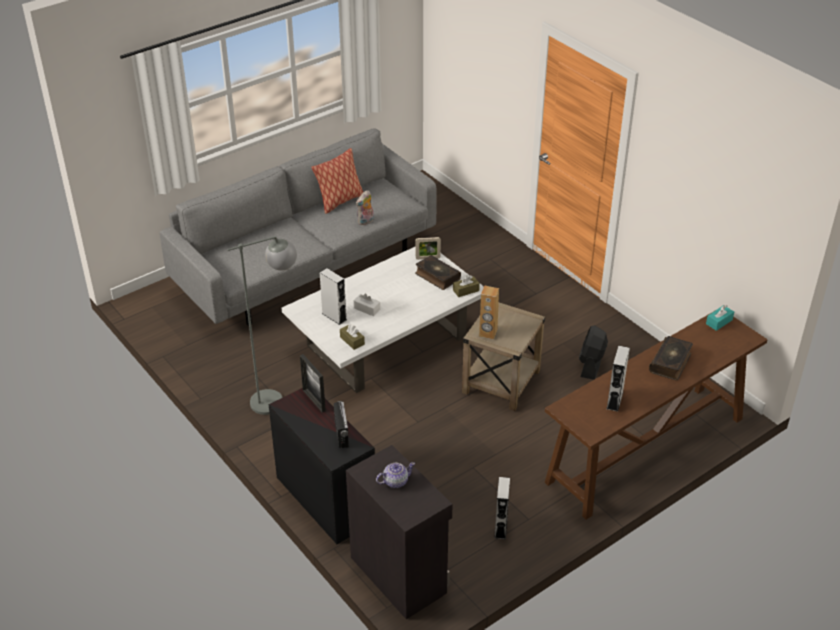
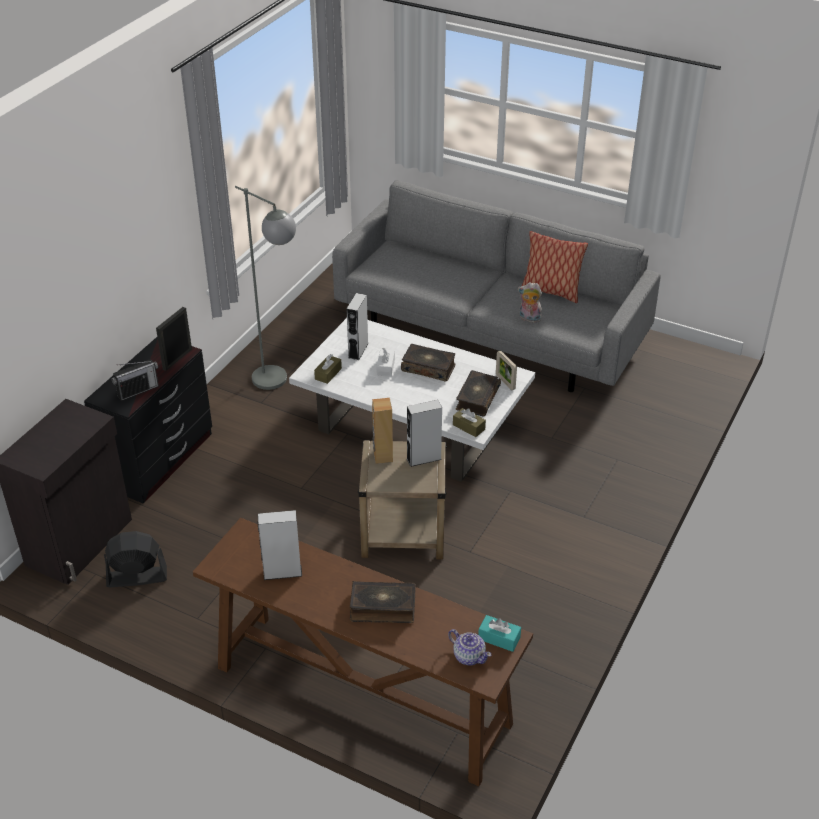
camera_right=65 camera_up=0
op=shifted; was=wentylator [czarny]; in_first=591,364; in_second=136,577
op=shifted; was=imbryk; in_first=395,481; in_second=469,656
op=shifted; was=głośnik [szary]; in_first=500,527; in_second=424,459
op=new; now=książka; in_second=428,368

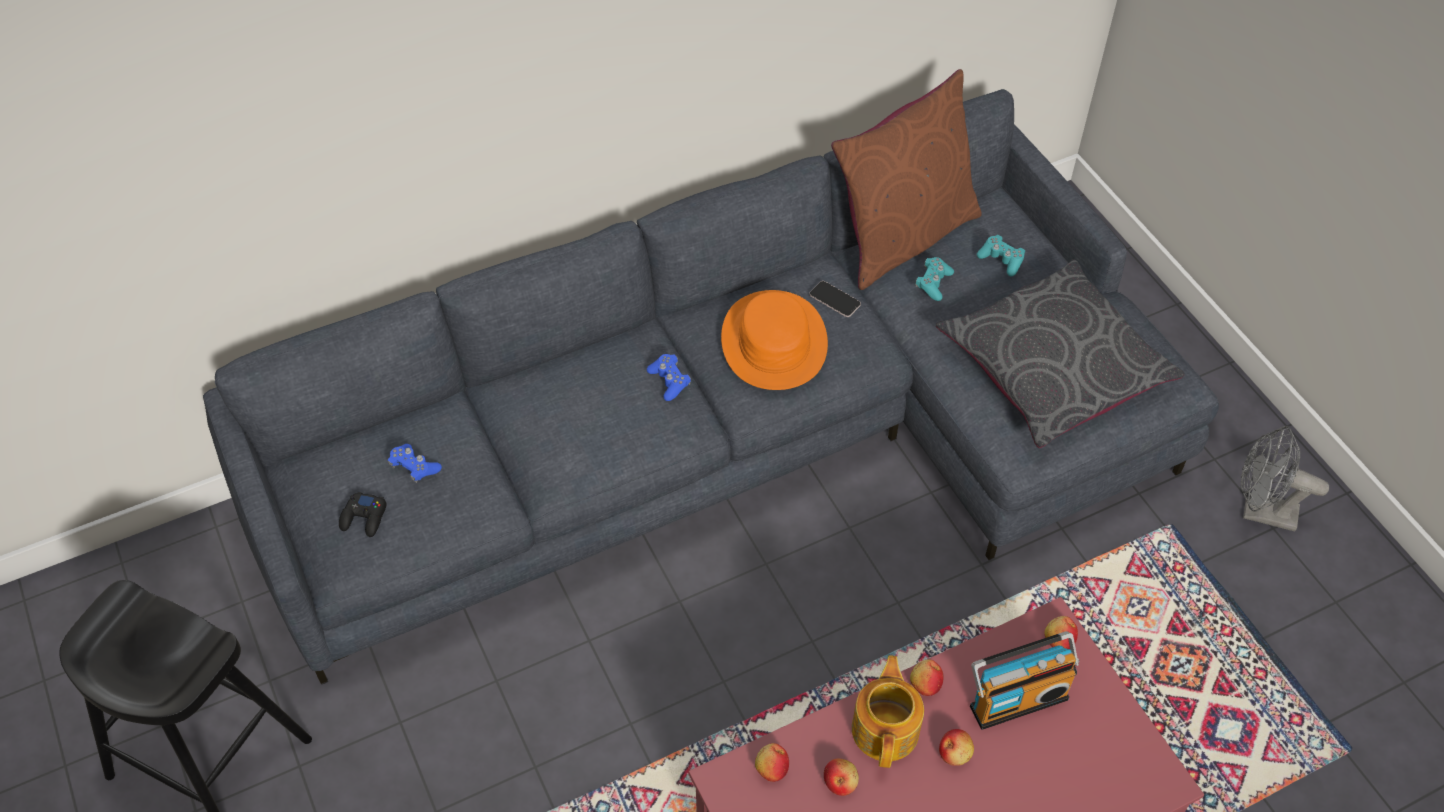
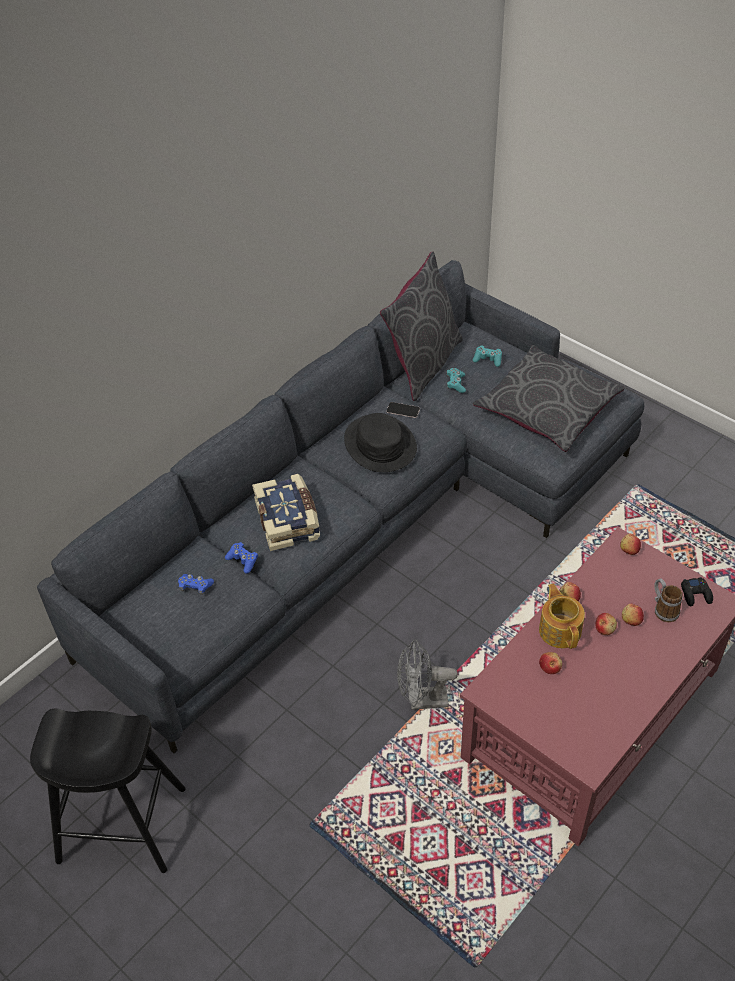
camera_right=-20 camera_up=-5
op=repainted; was=poduszka [brązowy]; now=poduszka [szary]; in_first=902,236; in_second=423,364
op=repainted; was=kapelusz [pomarańczowy]; now=kapelusz [czarny]; in_first=773,342; in_second=380,444
op=shifted; was=pad do gier [niebieski]; in_first=669,381; in_second=243,560
op=shifted; was=wentylator [szary]; in_first=1260,512; in_second=422,700
op=shifted; was=pad do gier [czarny]; in_first=364,518; in_second=696,594
op=gone; was=radio; in_first=1016,698
op=shifted; was=jabłko; in_first=771,768; in_second=631,620
op=new; now=książka; in_second=288,520
op=new; now=kubek; in_second=663,609

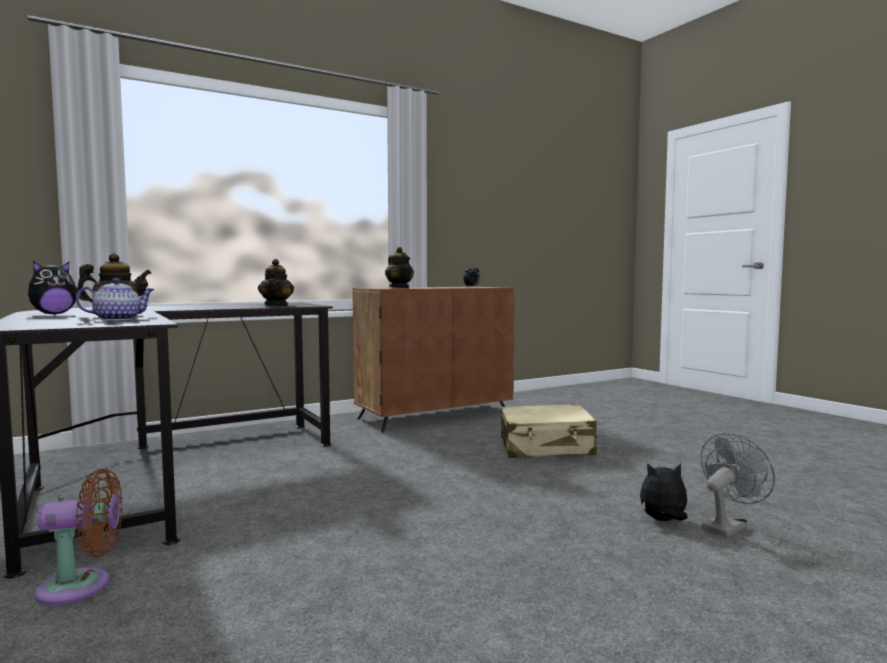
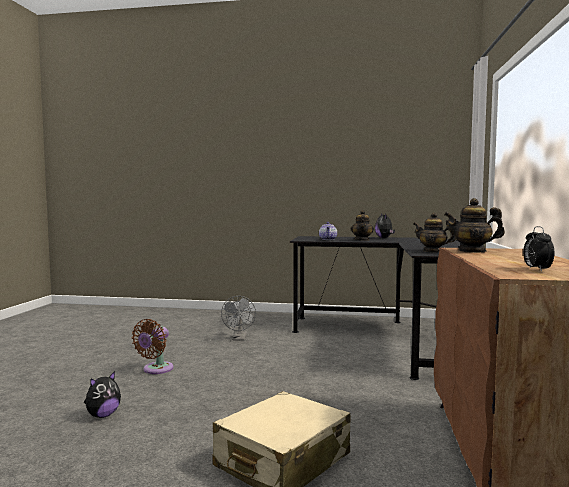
camera_right=130 camera_up=0
op=shifted; was=wentylator [szary]; in_first=727,526; in_second=239,338
op=shifted; was=wentylator [brązowy]; in_first=82,586; in_second=156,369

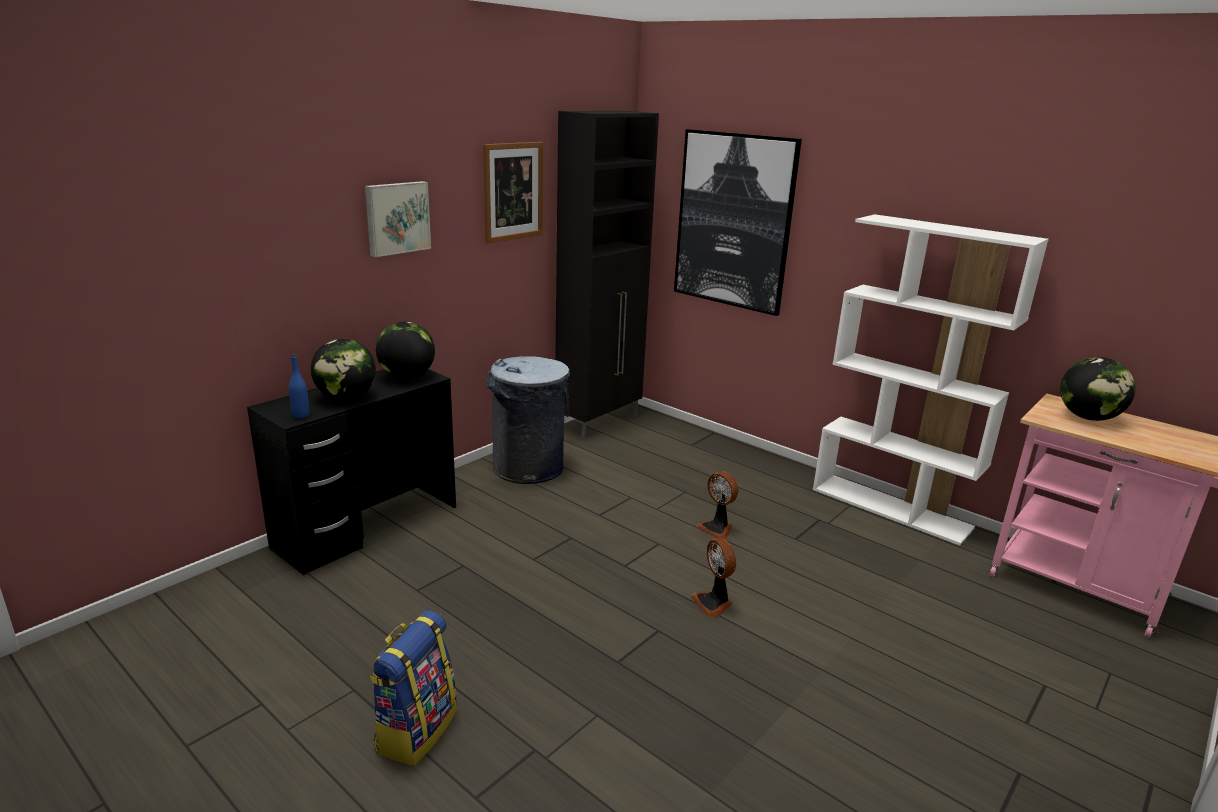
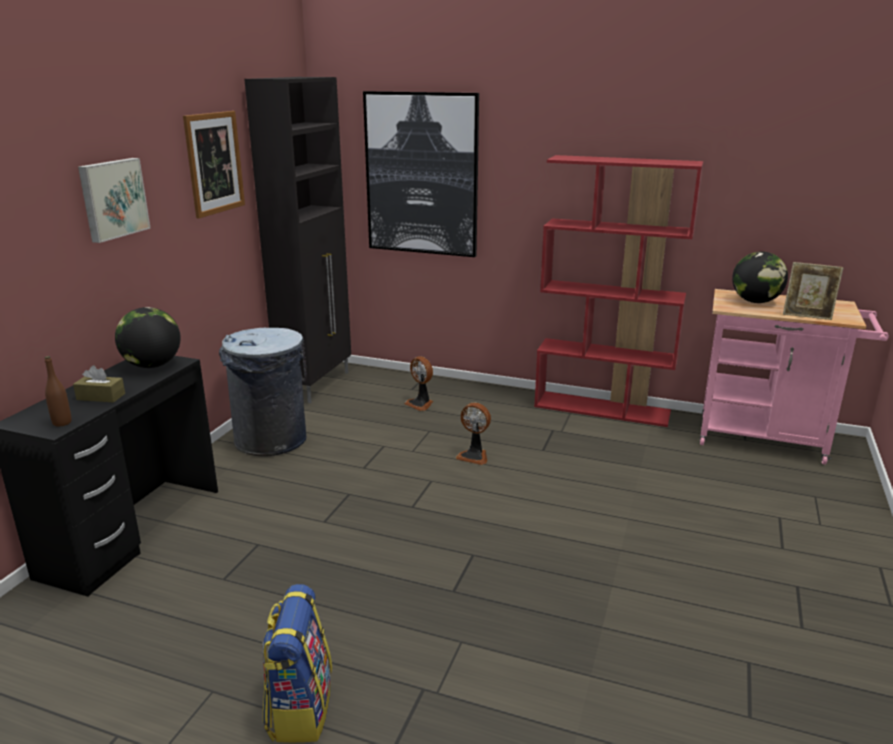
camera_right=-20 camera_up=0
op=repainted; was=regał [biały]; now=regał [czerwony]; in_first=891,508; in_second=602,409
op=swapped; was=globus; now=pudełko chusteczek [brązowy]; in_first=346,397; in_second=101,397
op=repainted; was=butelka [niebieski]; now=butelka [brązowy]; in_first=301,415; in_second=62,423
op=shifted; was=wentylator; in_first=714,603; in_second=420,404
op=new; now=ramka na zdjęcie; in_second=807,316

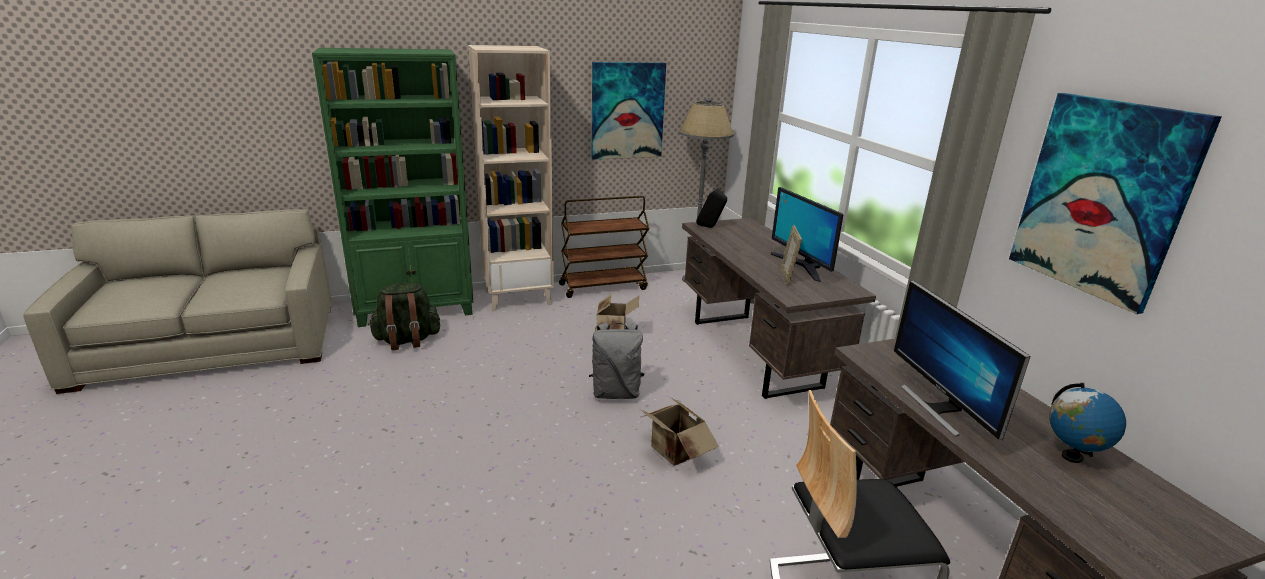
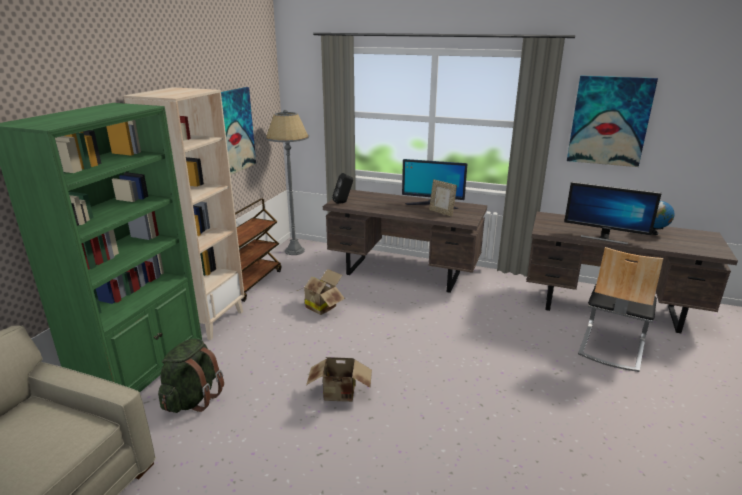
camera_right=-50 camera_up=0
op=gone; was=plecak [szary]; in_first=616,393
op=shifted; was=karton; in_first=674,453; in_second=340,395

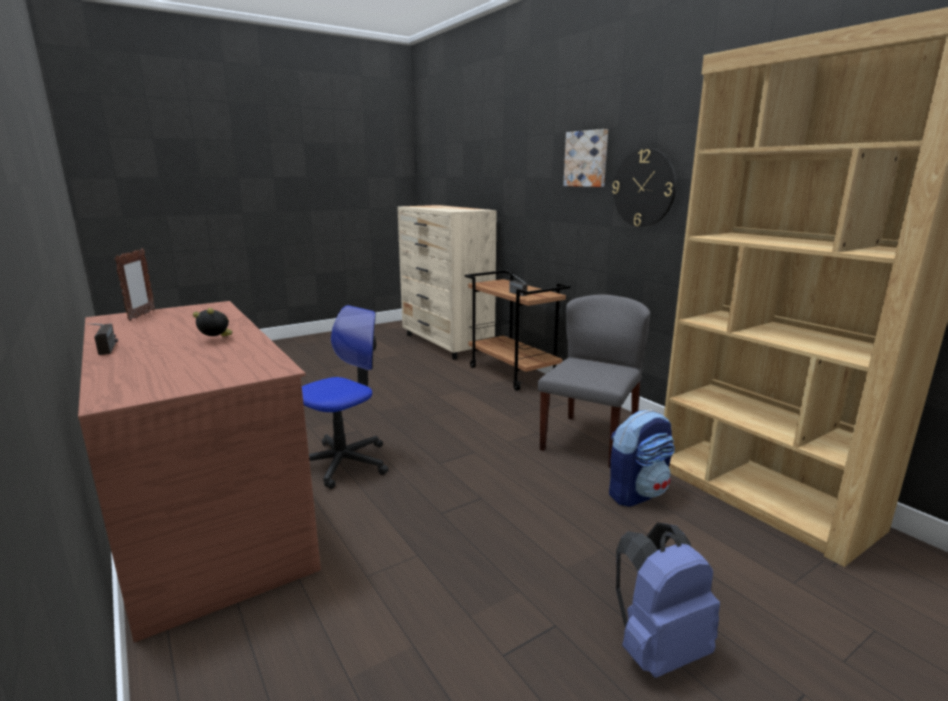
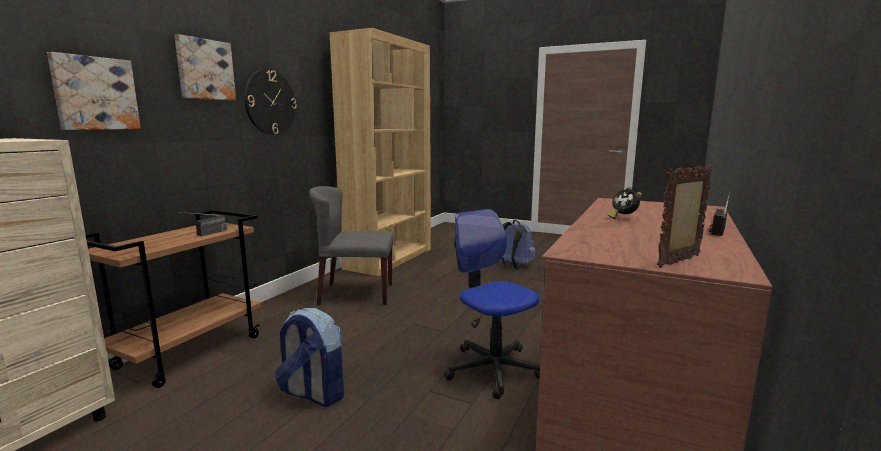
camera_right=-120 camera_up=-5
op=rotated; was=krzesło biurowe; in_first=343,463; in_second=493,369; clockwise=45
op=shifted; was=plecak; in_first=637,493; in_second=312,394
op=new; now=obraz; in_second=95,93

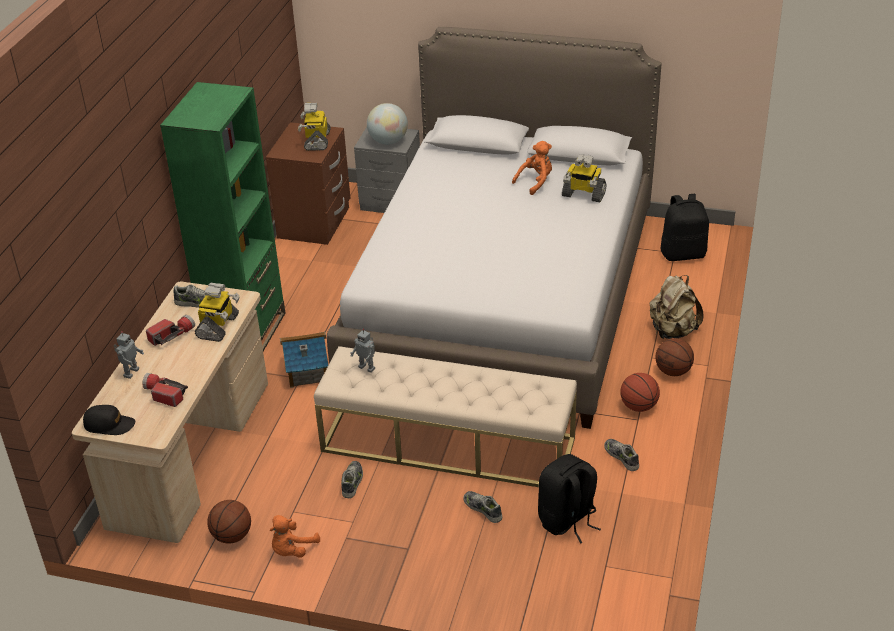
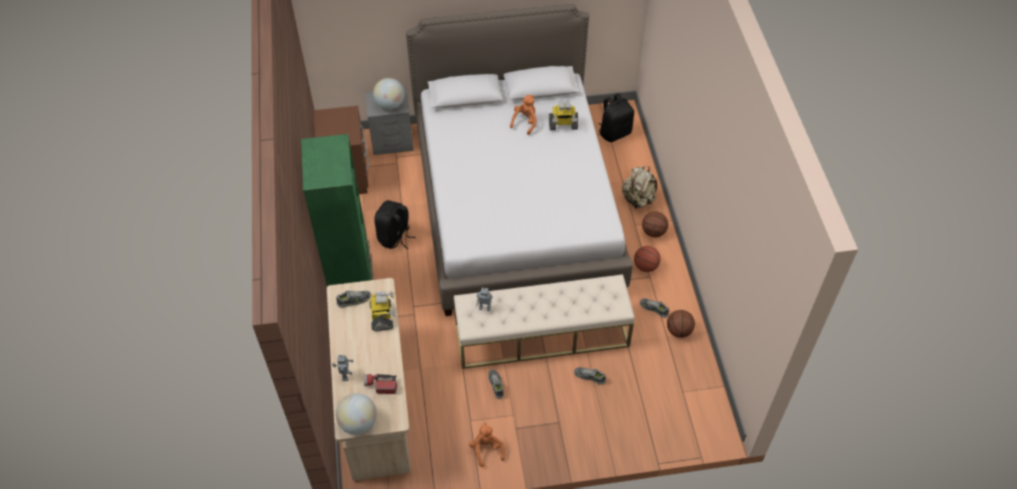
camera_right=-25 camera_up=15
op=gone; was=robot zabawkowy; in_first=316,141
op=gone; was=latarka; in_first=172,336
op=gone; was=domek; in_first=307,372
op=swapped; was=czapka z daszkiem [czarny]; now=globus; in_first=109,425; in_second=358,423
op=shifted; was=plecak [czarny]; in_first=567,521; in_second=394,237
op=shifted; was=piłka do koszykówki; in_first=232,536; in_second=679,331
op=rotated; was=pluszak [pomarańczowy]; in_first=292,550; in_second=486,449; clockwise=150

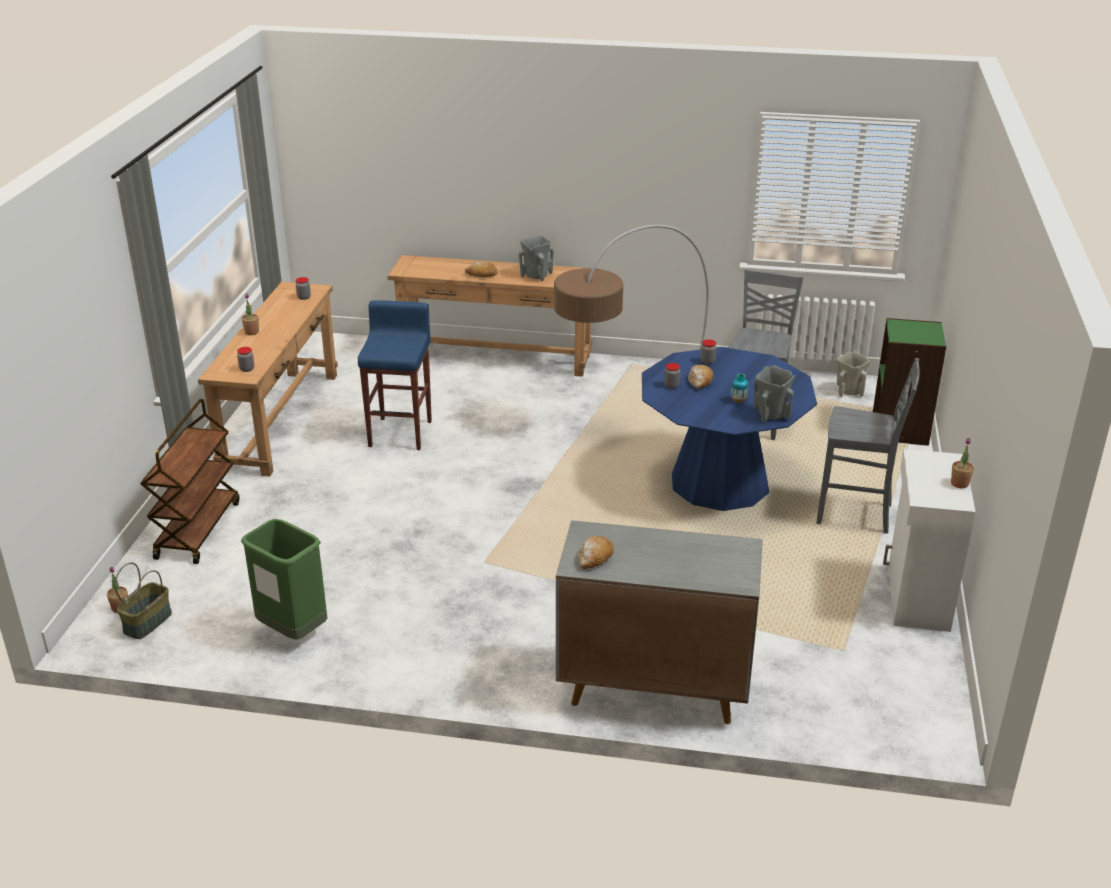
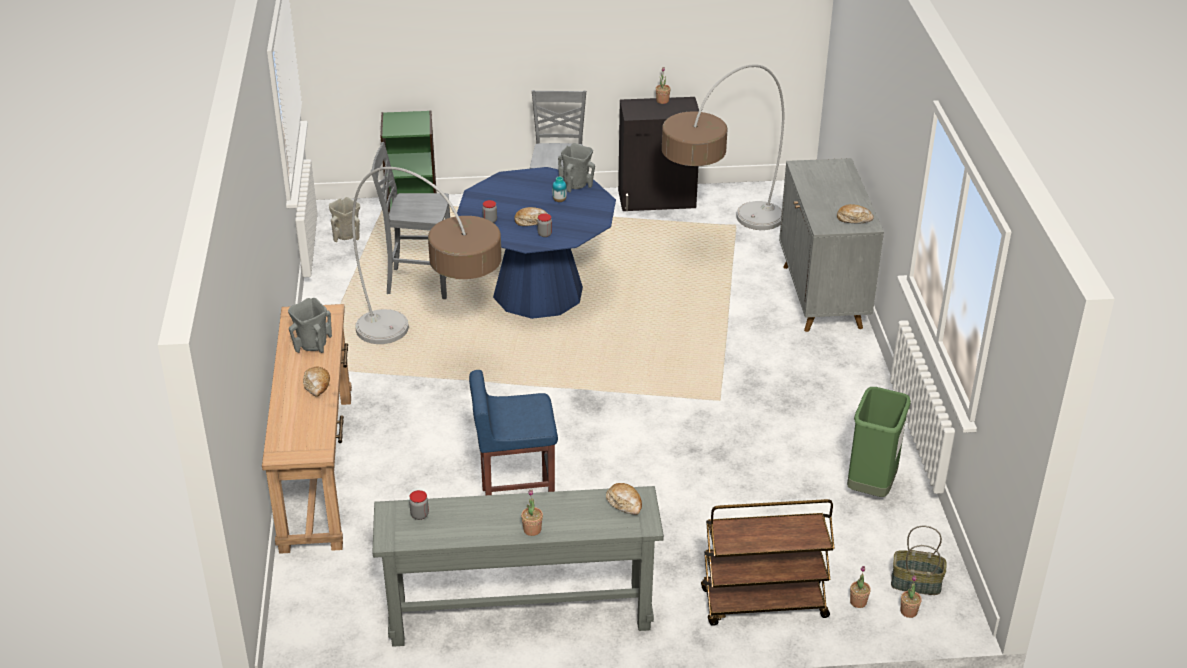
camera_right=-105 camera_up=5
op=repainted; was=stolik konsolowy [brązowy]; now=stolik konsolowy [szary]; in_first=281,420; in_second=520,613
op=swapped; was=słoik; now=chleb; in_first=247,369; in_second=624,503
op=repainted; was=szafka [biały]; now=szafka [czarny]; in_first=916,597; in_second=657,199
op=new; now=lampa stojąca; in_second=718,243
op=new; now=roślina doniczkowa; in_second=858,602

